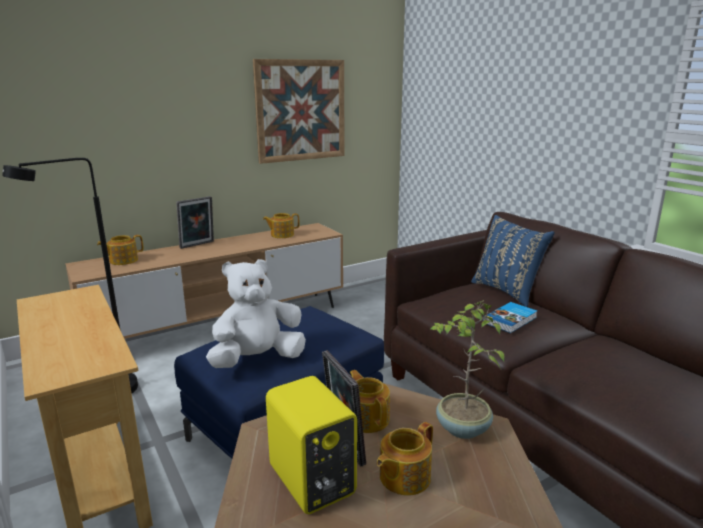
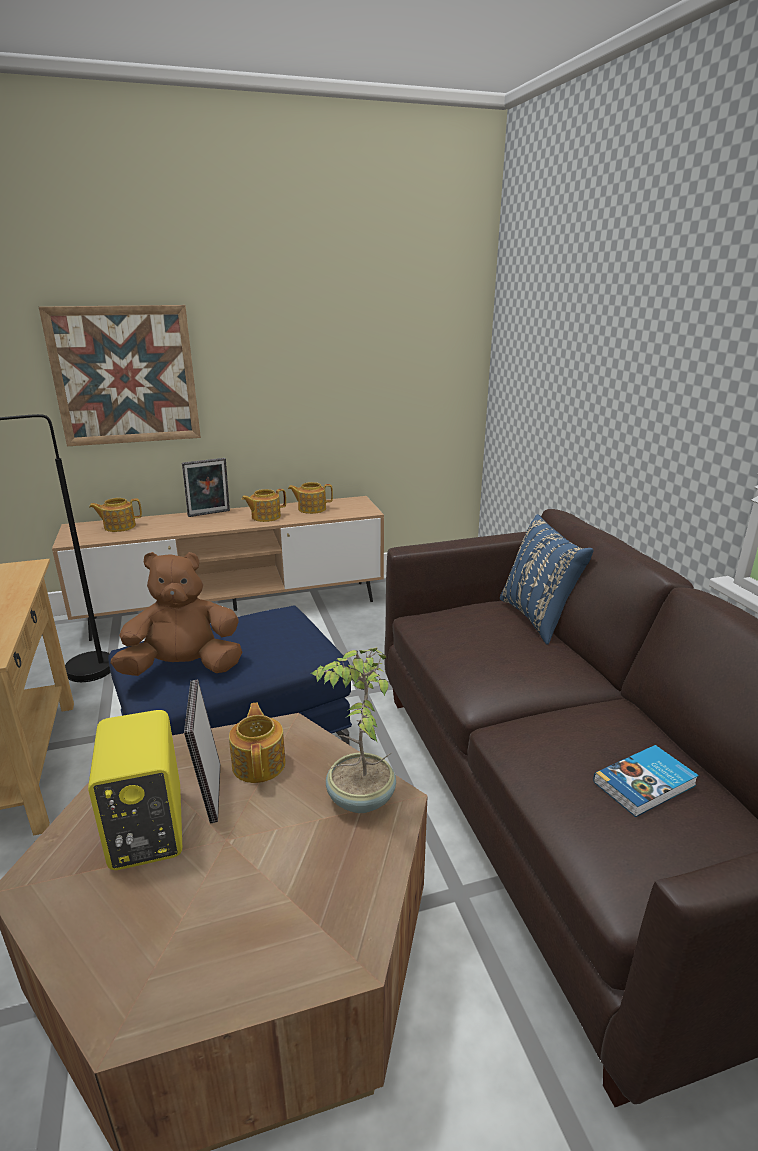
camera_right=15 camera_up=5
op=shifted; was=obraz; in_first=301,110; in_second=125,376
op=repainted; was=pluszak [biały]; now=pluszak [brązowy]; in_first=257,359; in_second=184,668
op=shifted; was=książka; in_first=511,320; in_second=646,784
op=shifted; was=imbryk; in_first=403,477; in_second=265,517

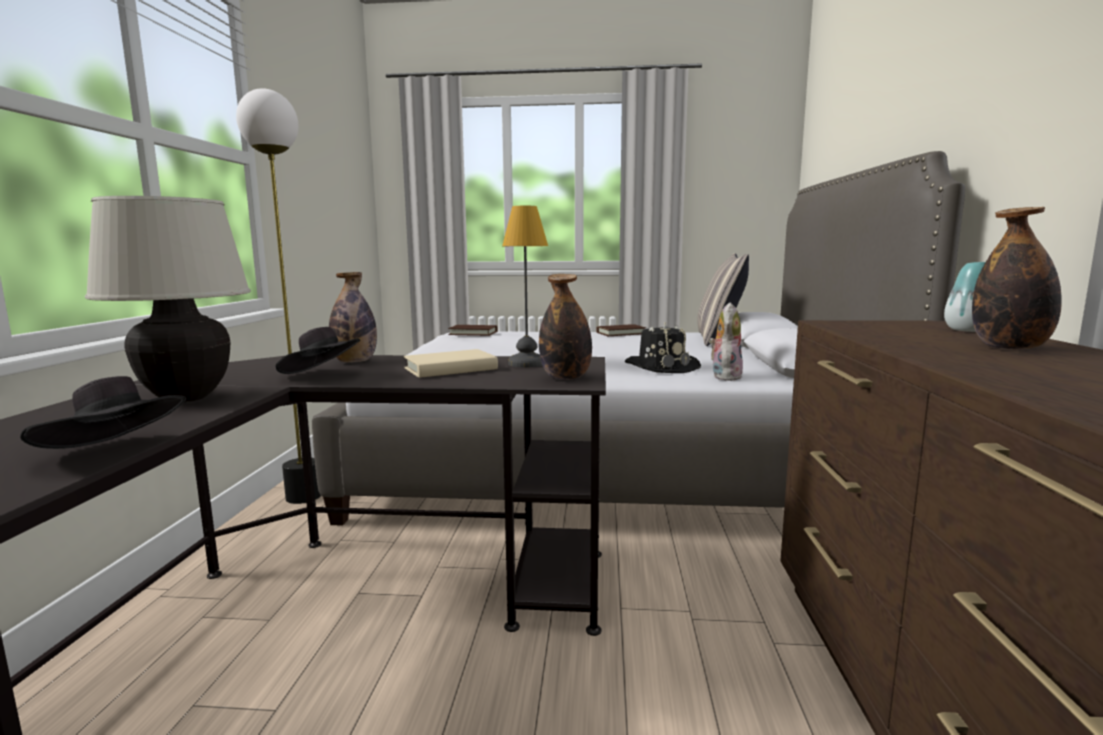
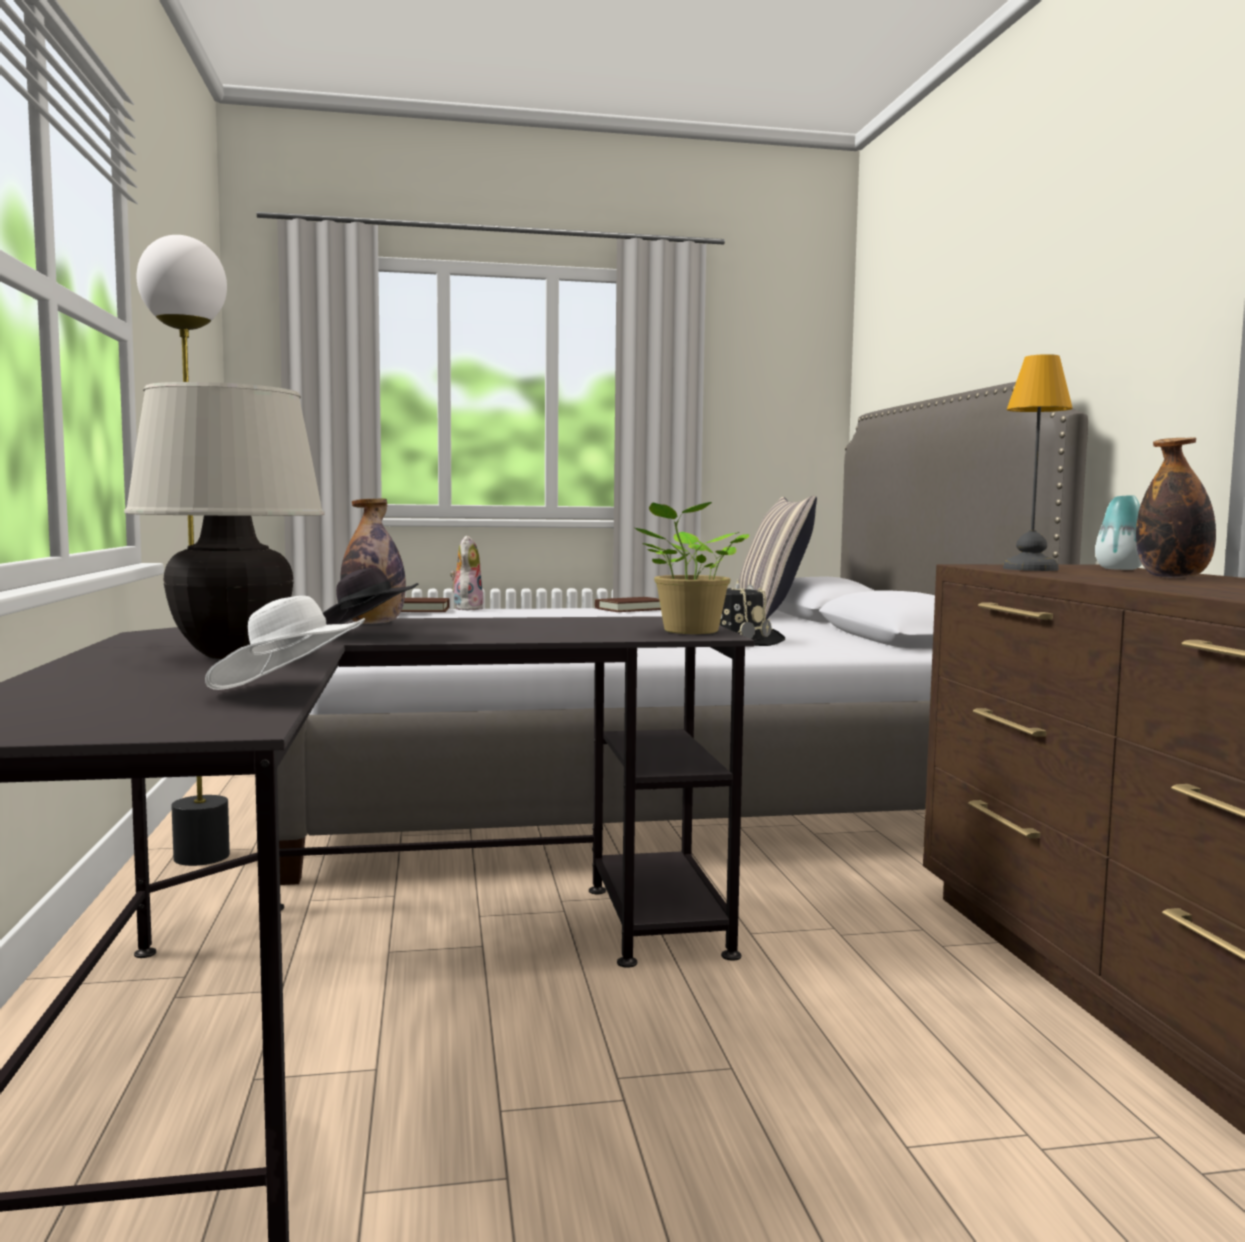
camera_right=-15 camera_up=-5
op=shifted; was=lampa stołowa; in_first=528,363; in_second=1032,569
op=swapped; was=butelka; now=roślina doniczkowa; in_first=565,377; in_second=688,632
op=shifted; was=pluszak; in_first=724,376; in_second=466,608
op=gone; was=książka [beżowy]; in_first=450,369
op=repainted; was=kapelusz [czarny]; now=kapelusz [biały]; in_first=118,454; in_second=290,693

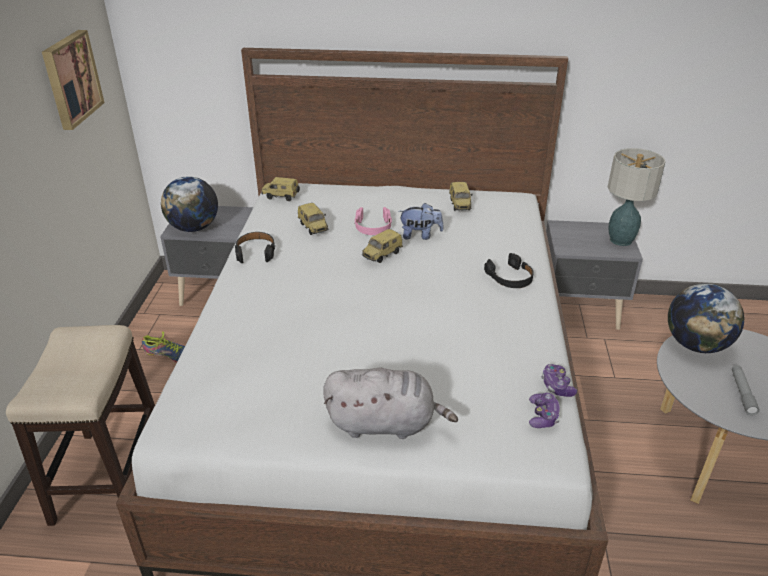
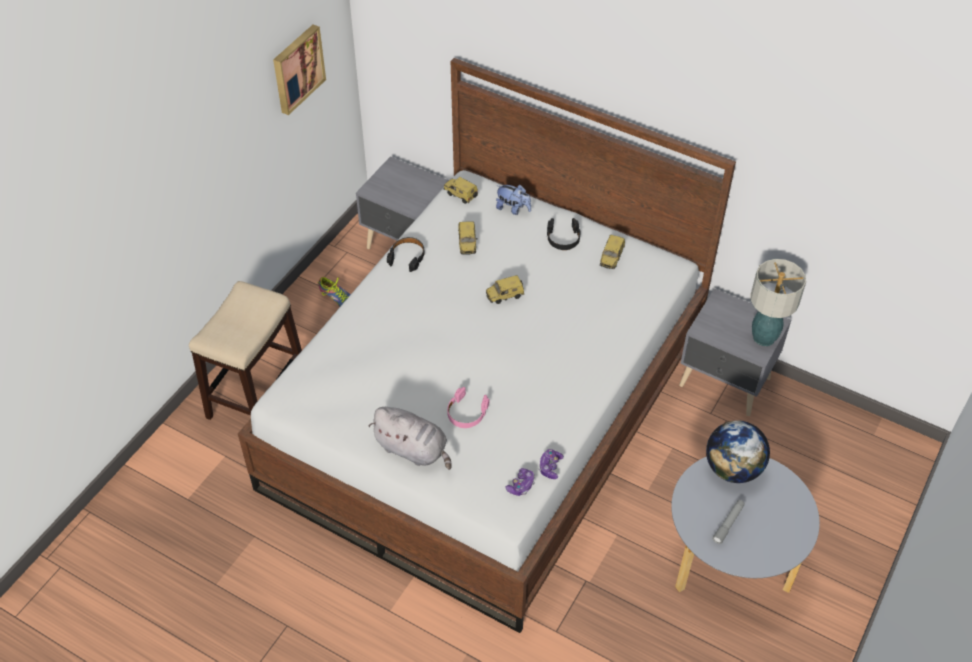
camera_right=25 camera_up=15
op=gone; was=globus; in_first=194,228
op=shifted; was=pluszak; in_first=420,235; in_second=513,209
op=shifted; was=słuchawki [różowy]; in_first=373,227; in_second=466,413
op=shifted; was=słuchawki [czarny]; in_first=510,278; in_second=563,238

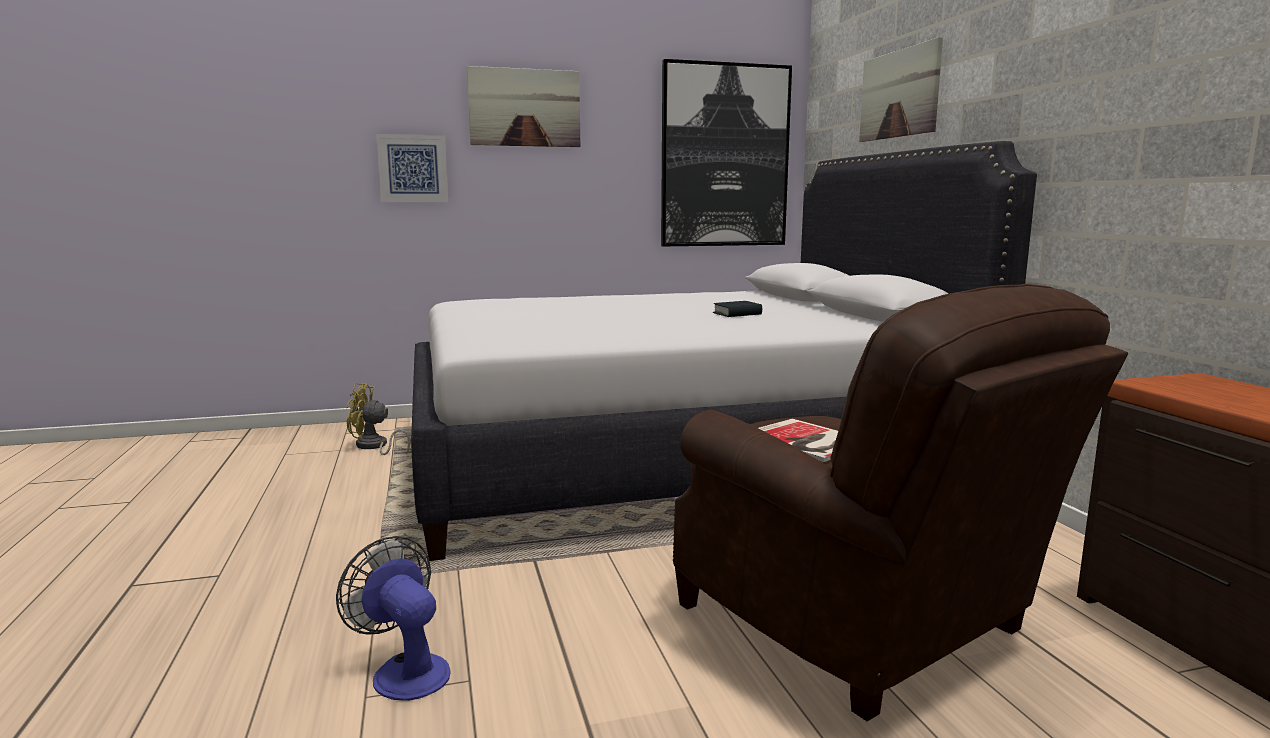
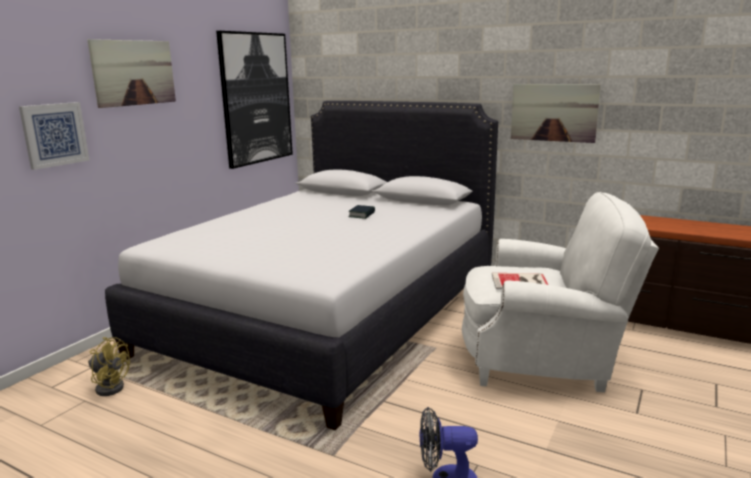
camera_right=-45 camera_up=5
op=shifted; was=obraz; in_first=899,94; in_second=554,112
op=repainted; was=fotel [brązowy]; now=fotel [biały]; in_first=861,623; in_second=543,358
op=rotated; was=wentylator [żółty]; in_first=374,447; in_second=110,386; clockwise=-120

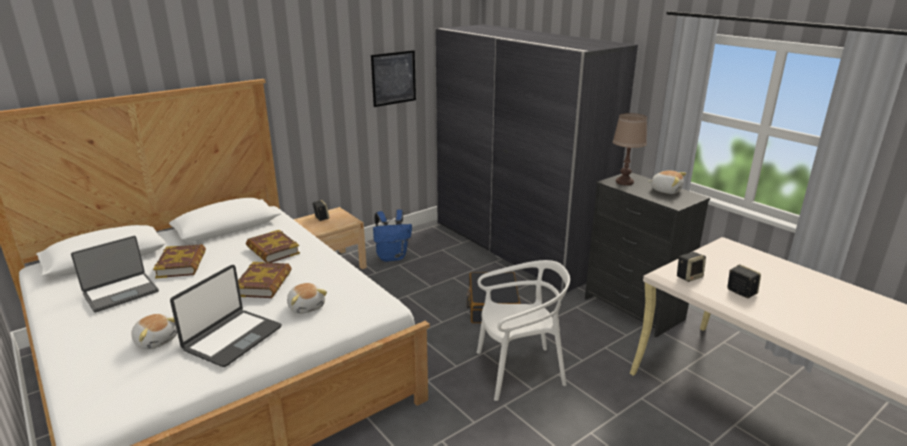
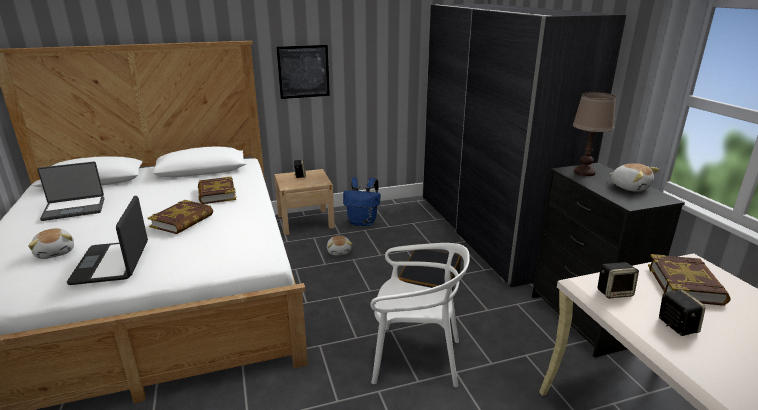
camera_right=20 camera_up=0
op=shifted; was=obraz; in_first=393,78; in_second=303,71
op=shifted; was=książka; in_first=182,265; in_second=685,284
op=rotated; was=laptop; in_first=232,338; in_second=112,263; clockwise=120
op=shifted; was=pluszak; in_first=307,306; in_second=339,251

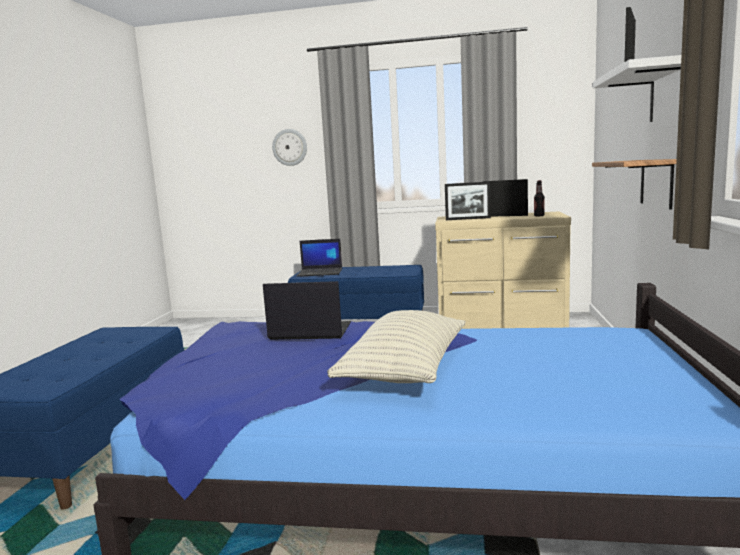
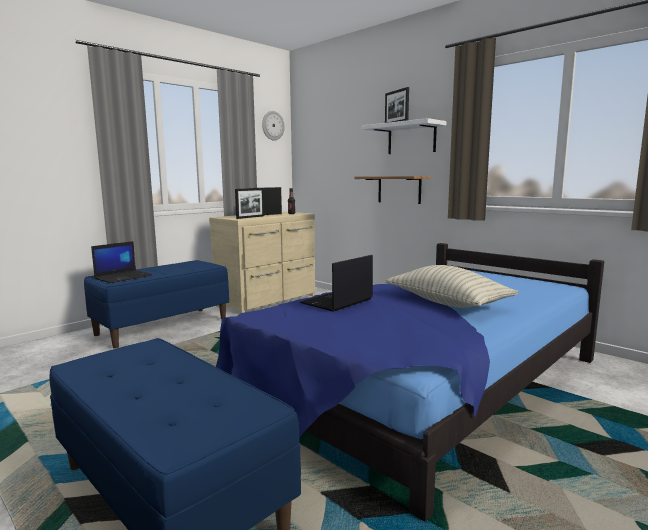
camera_right=-55 camera_up=0
op=shifted; was=zegar ścienny; in_first=290,147; in_second=272,125

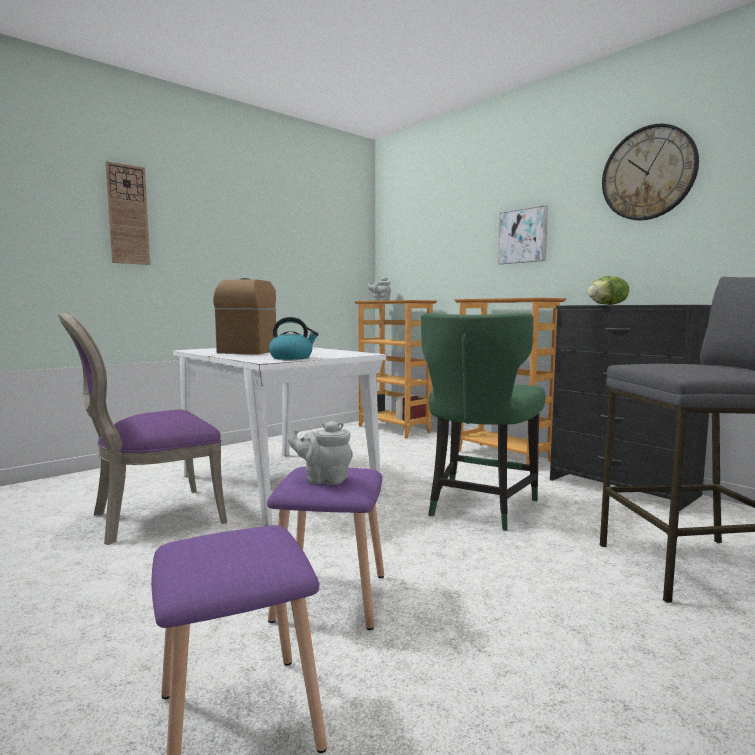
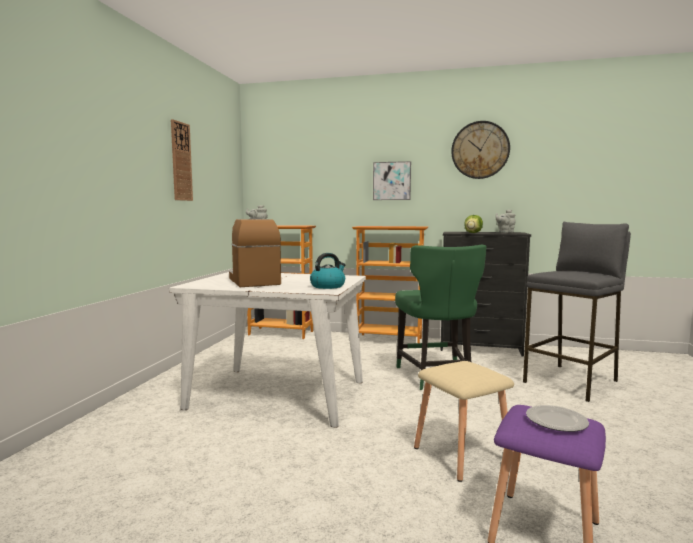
camera_right=-35 camera_up=0
op=shifted; was=zegar ścienny; in_first=128,215; in_second=181,161
op=gone; was=krzesło [fioletowy]; in_first=152,517
op=shifted; was=imbryk [szary]; in_first=324,479; in_second=505,232
op=repainted; was=stołek [fioletowy]; now=stołek [beżowy]; in_first=331,598; in_second=463,455
op=new; now=talerz; in_second=557,421

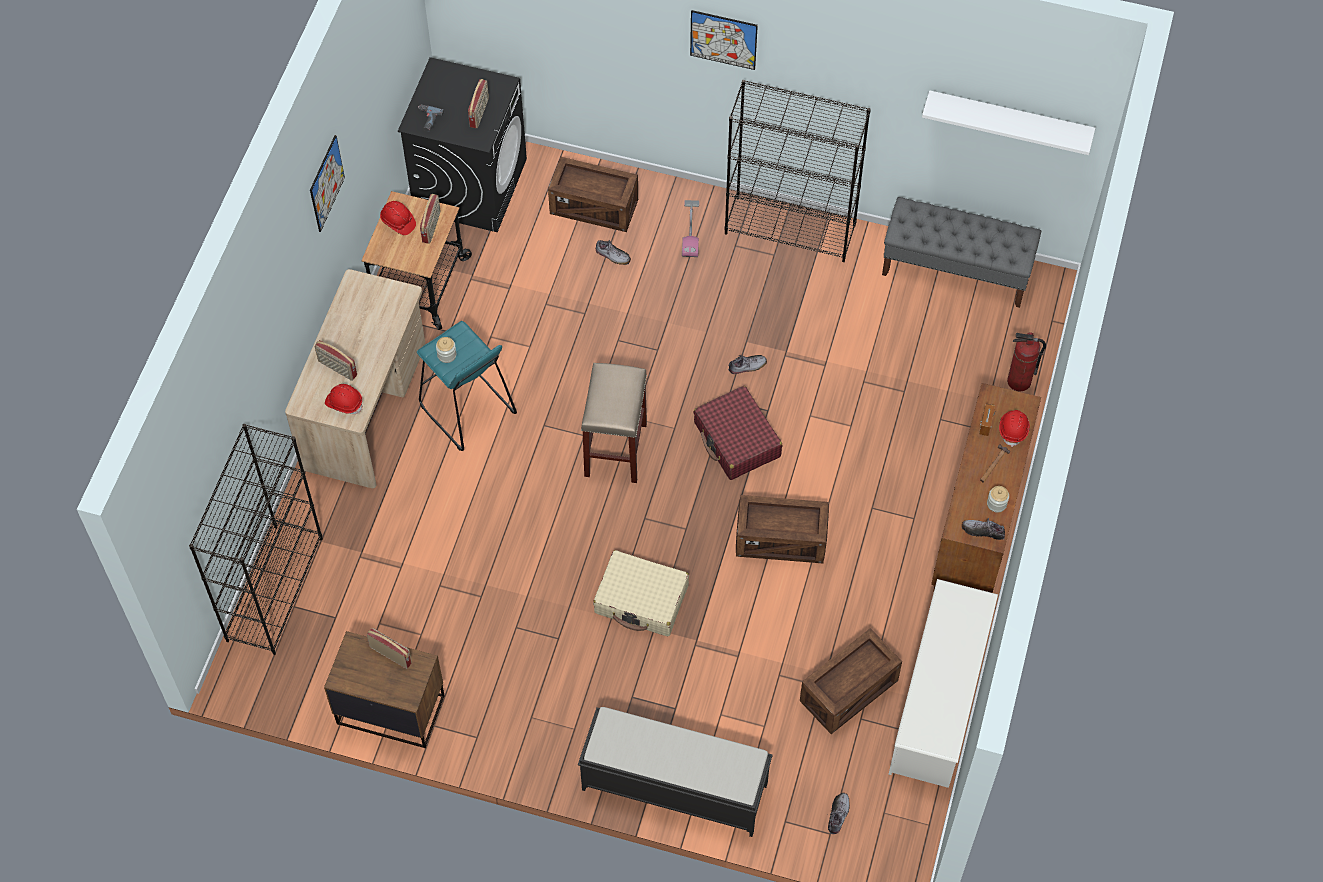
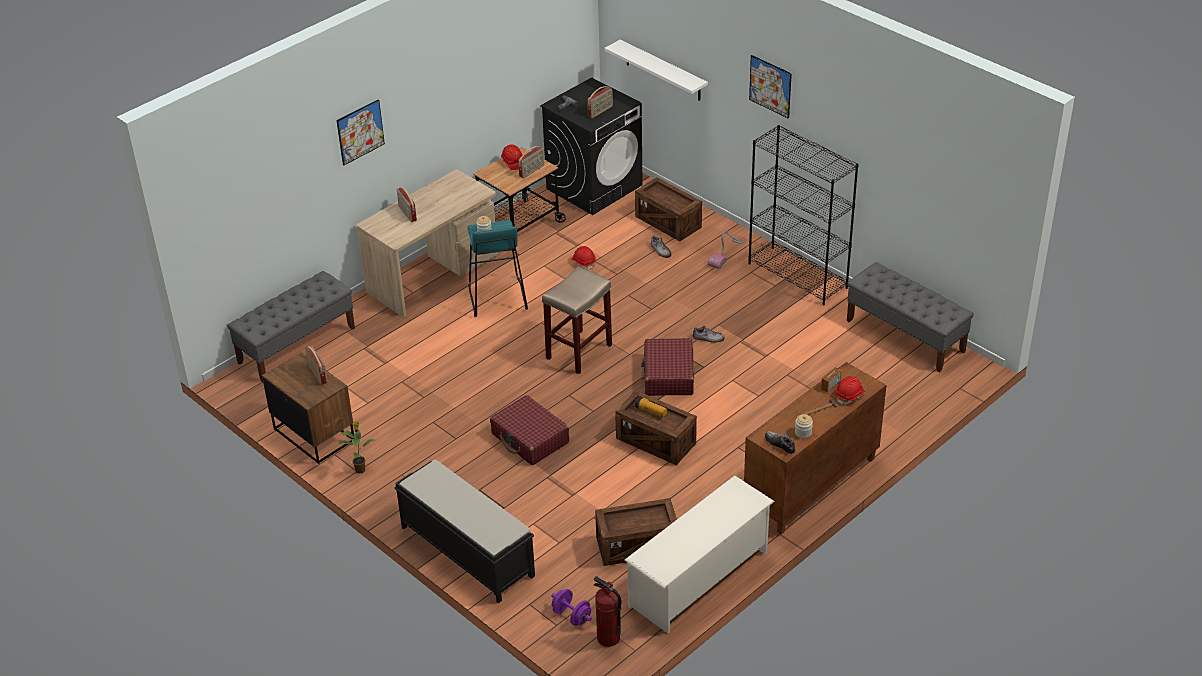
camera_right=30 camera_up=-20
op=shifted; was=półka [biały]; in_first=1009,119; in_second=663,71
op=shifted; was=obraz; in_first=326,183; in_second=360,132
op=shifted; was=gaśnica; in_first=1019,381; in_second=608,638
op=shifted; was=kask [czerwony]; in_first=344,403; in_second=583,262
op=swapped; was=regał [czarny]; now=ławka [szary]; in_first=274,588; in_second=297,345
op=repainted; was=walizka [beżowy]; now=walizka [czerwony]; in_first=641,600; in_second=530,438
op=swapped; was=but; now=hantel [fioletowy]; in_first=838,814; in_second=571,616
op=new; now=latarka; in_second=651,411
op=new; now=roślina doniczkowa; in_second=360,469

